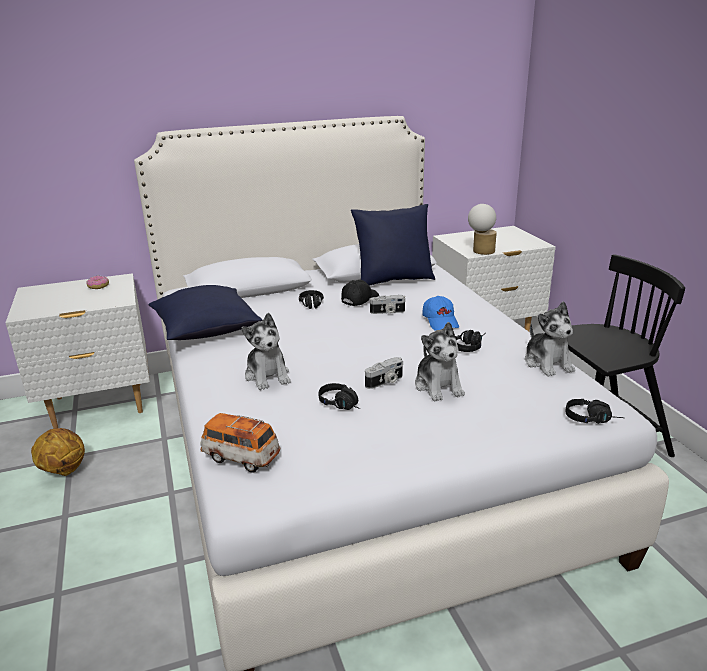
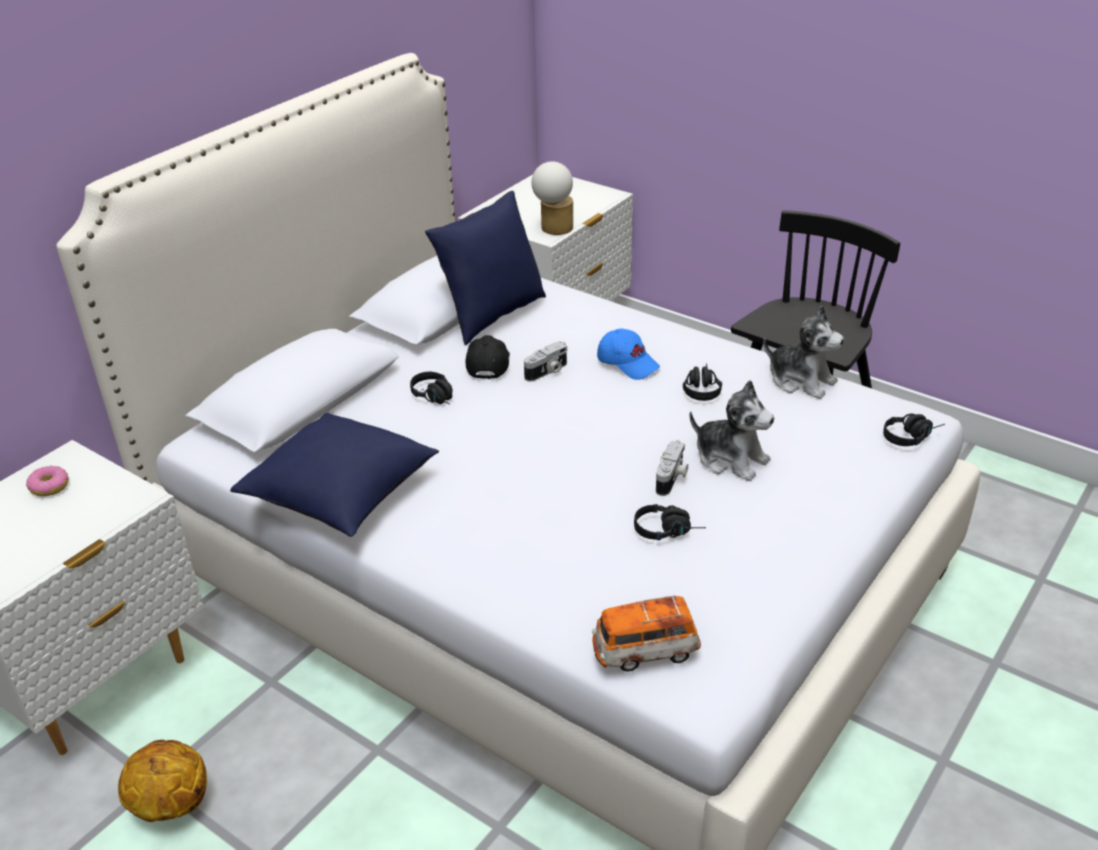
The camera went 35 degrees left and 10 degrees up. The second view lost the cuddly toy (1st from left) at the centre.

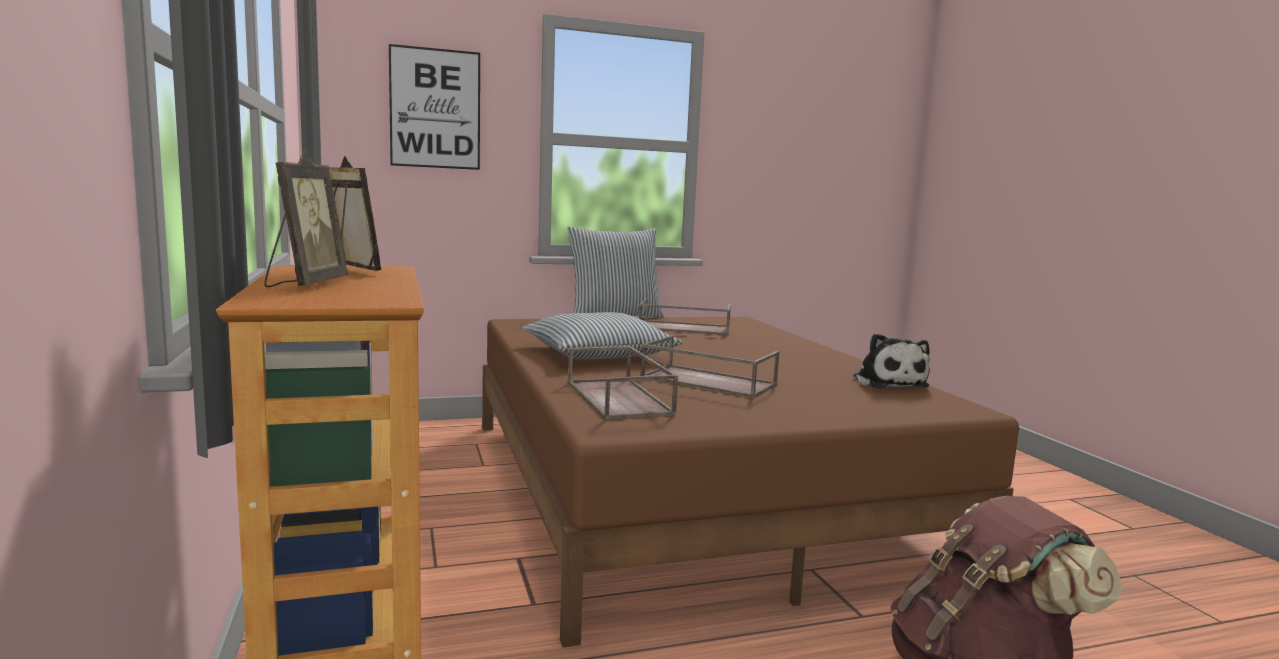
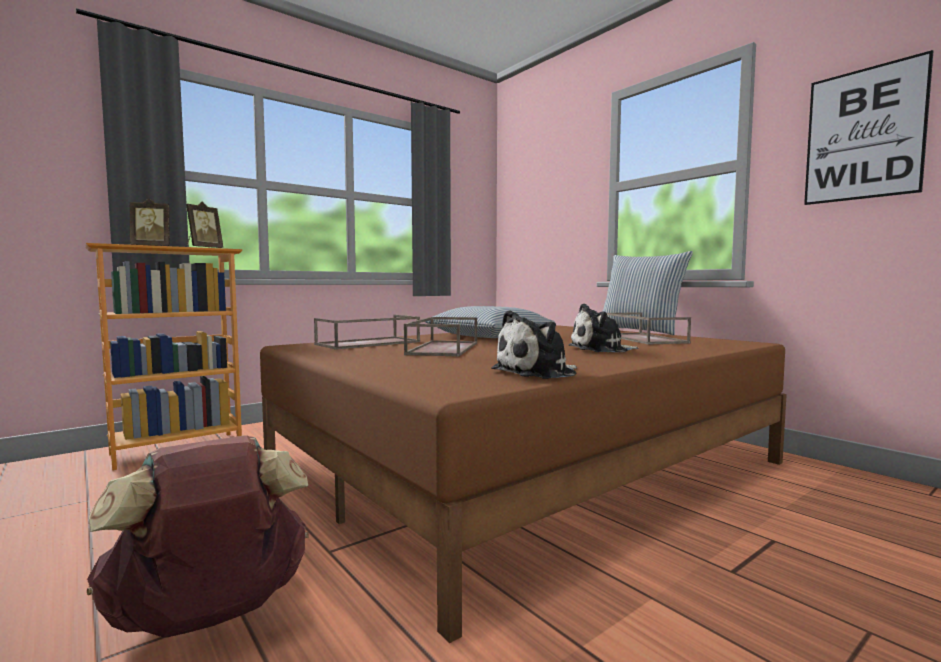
The camera went 70 degrees right and 5 degrees down. The picture ended up elsewhere, having gone from the top centre to the top right. The second view gained the cuddly toy (2nd from left) at the centre.

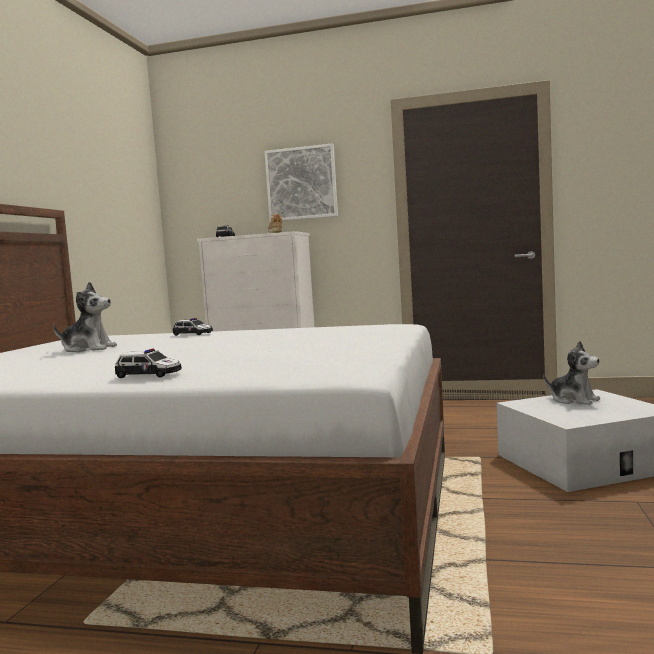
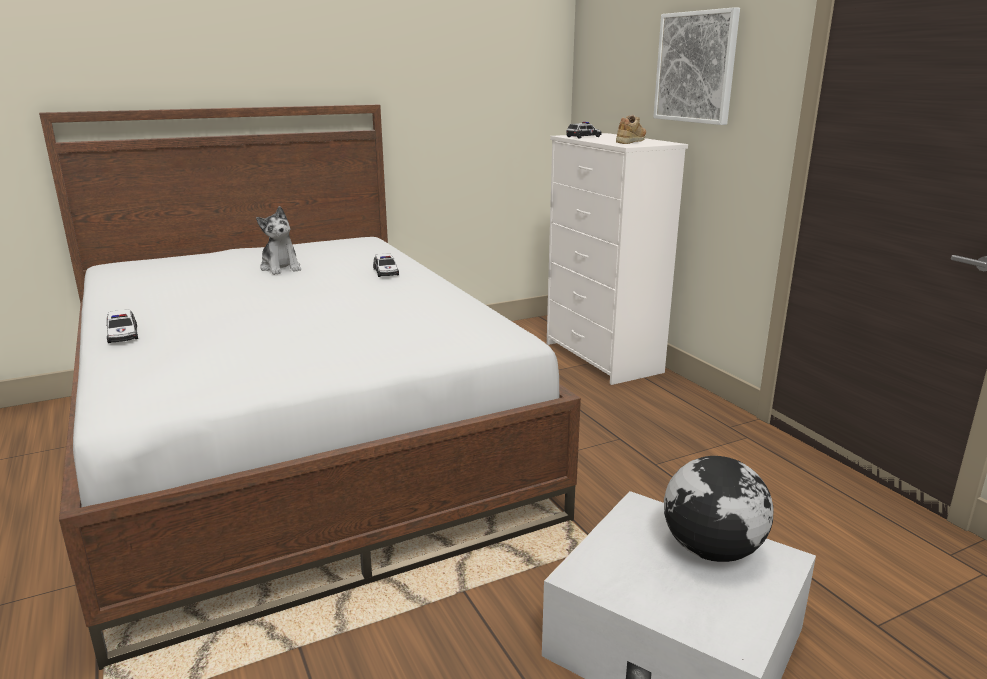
The camera went 50 degrees right and 15 degrees up. Where the cuddly toy (2nd from left) stood at the middle right, the desk globe came to stand at the bottom right.

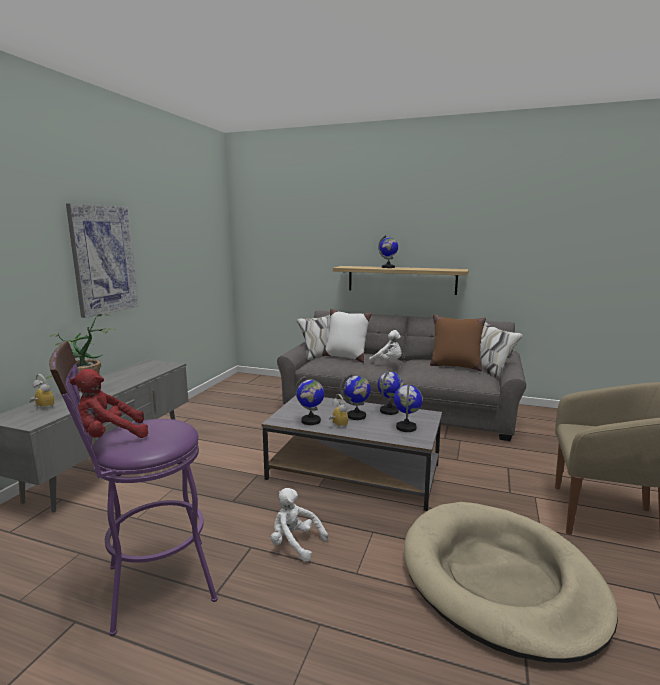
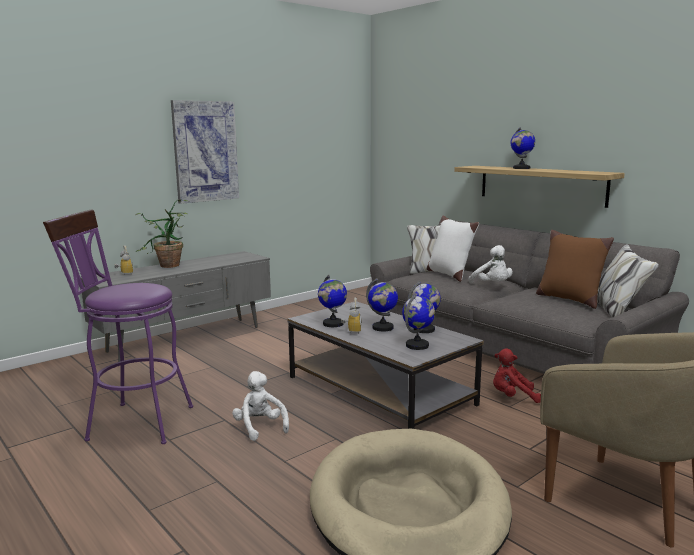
The camera went 30 degrees right and 0 degrees up. The cuddly toy/red ended up elsewhere, having gone from the middle left to the bottom right.

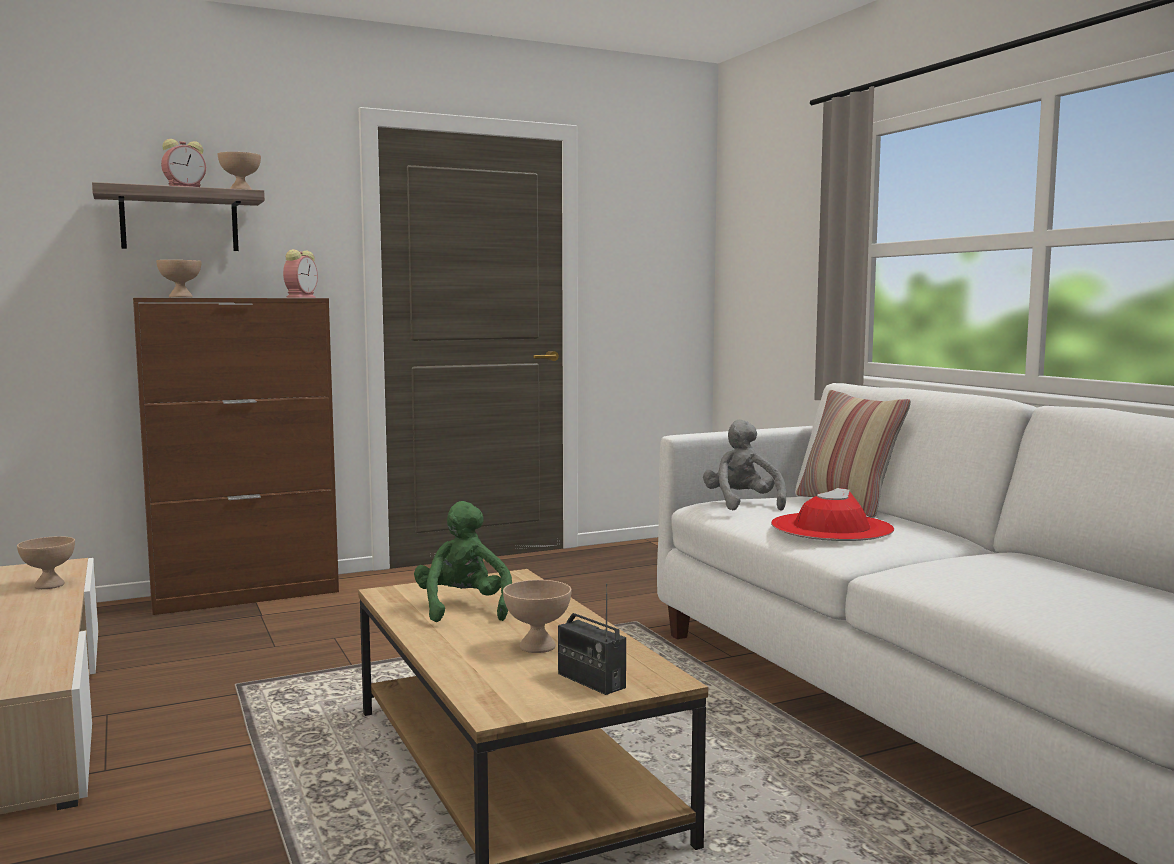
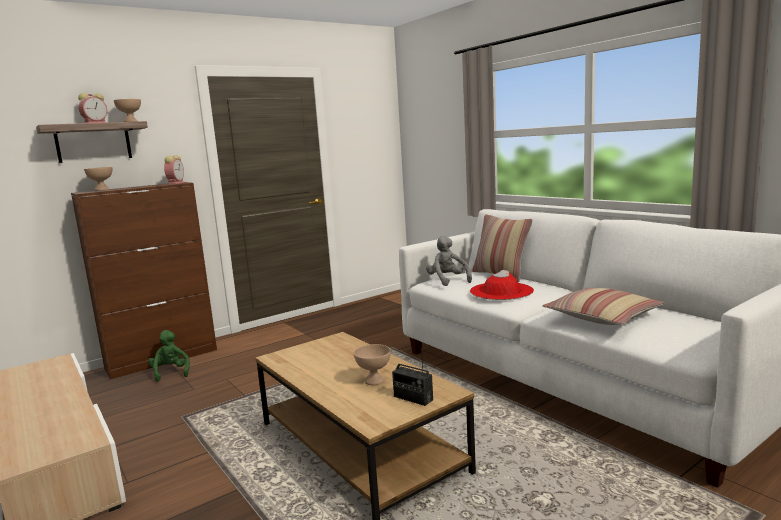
The camera went 10 degrees left and 5 degrees up. The second view lost the serving bowl/sand-coloured (1st from left) at the middle left. The cuddly toy/greenish ended up elsewhere, having gone from the centre to the bottom left. The second view gained the throw pillow (2nd from left) at the middle right.

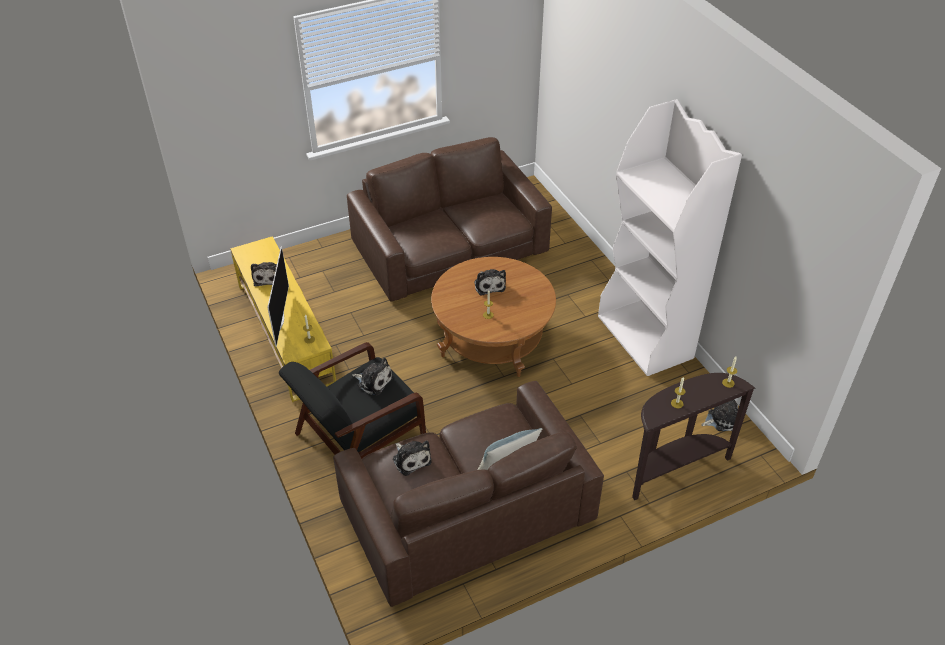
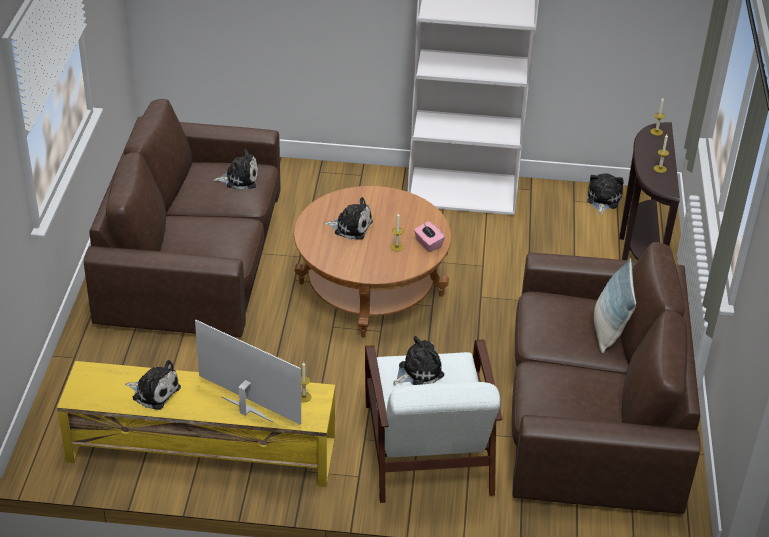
The camera went 60 degrees left and 5 degrees down. What was the armchair/black at the centre turned into the armchair/whitish at the bottom centre. The cuddly toy (3rd from left in the first image) ended up elsewhere, having gone from the bottom centre to the top left. The second view gained the box of tissues/pink at the centre.

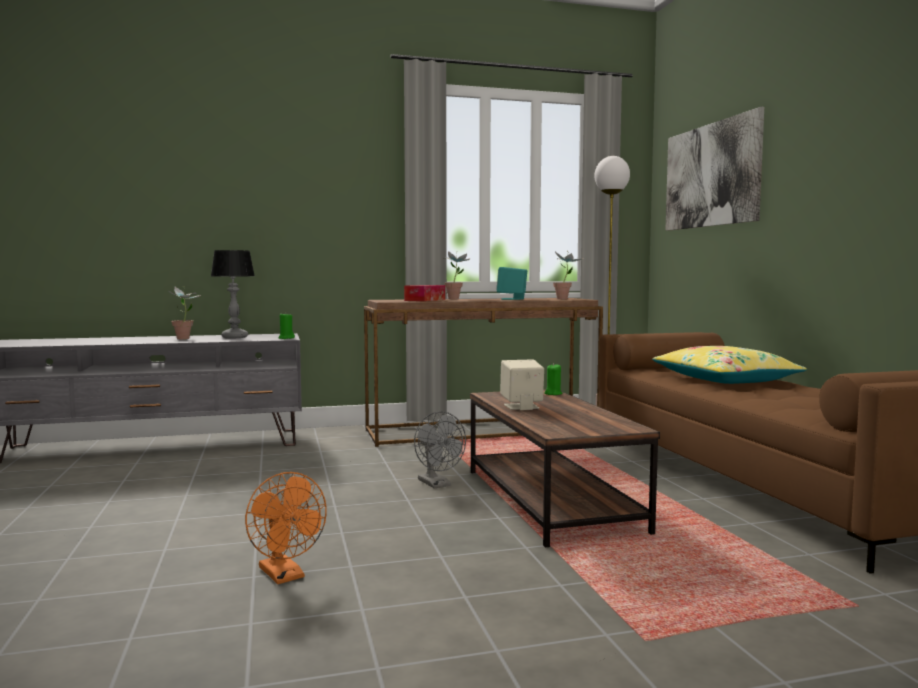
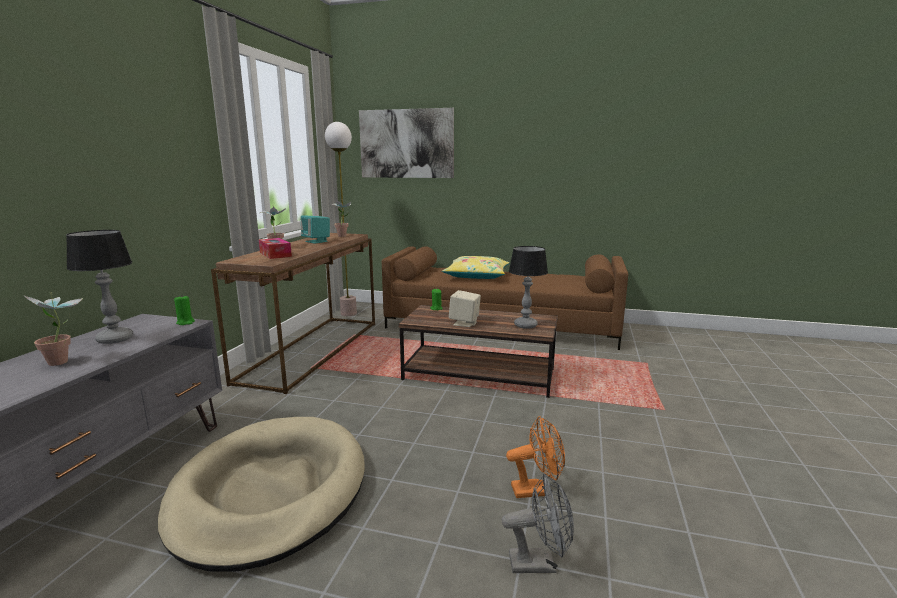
The camera went 60 degrees left and 10 degrees up. The electric fan/gray ended up elsewhere, having gone from the centre to the bottom centre. The second view gained the dog cushion/sand-coloured at the bottom left. The second view gained the table lamp (2nd from left) at the centre.

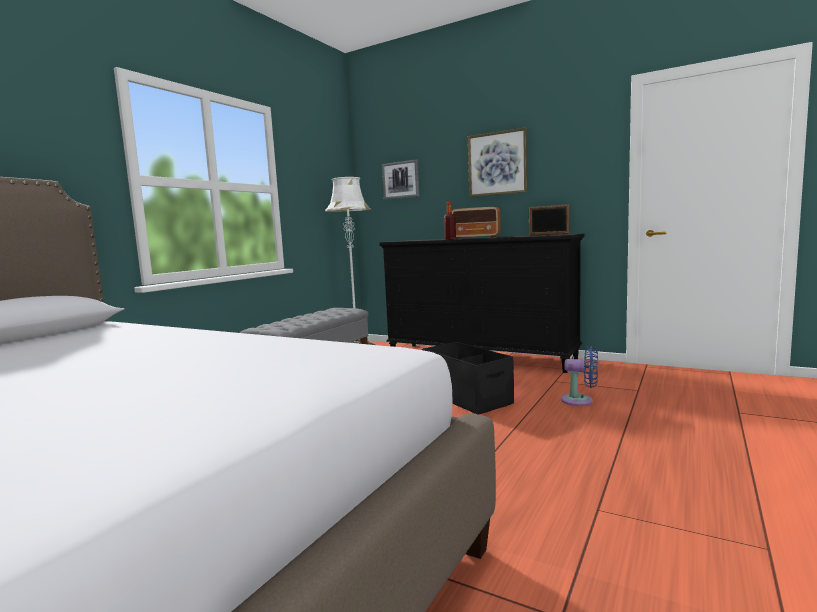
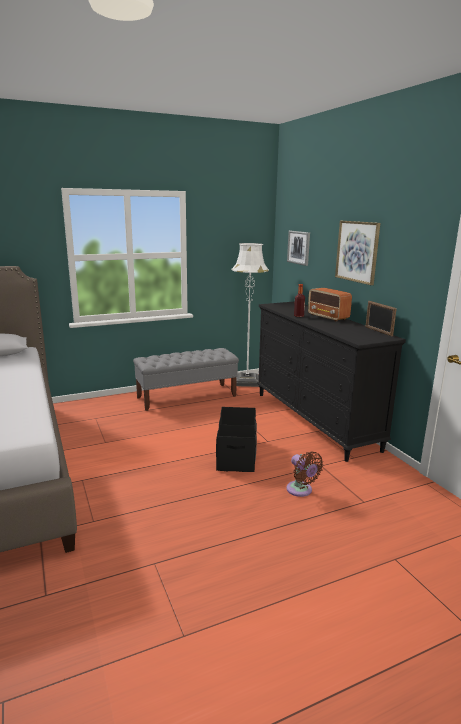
The camera went 35 degrees right and 10 degrees up. What was the electric fan/blue at the middle right turned into the electric fan/brown-coloured at the centre.

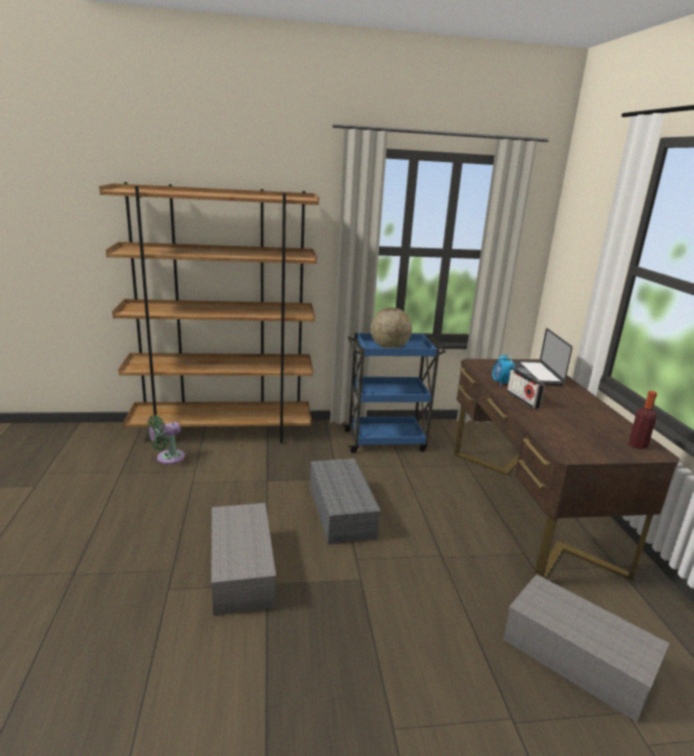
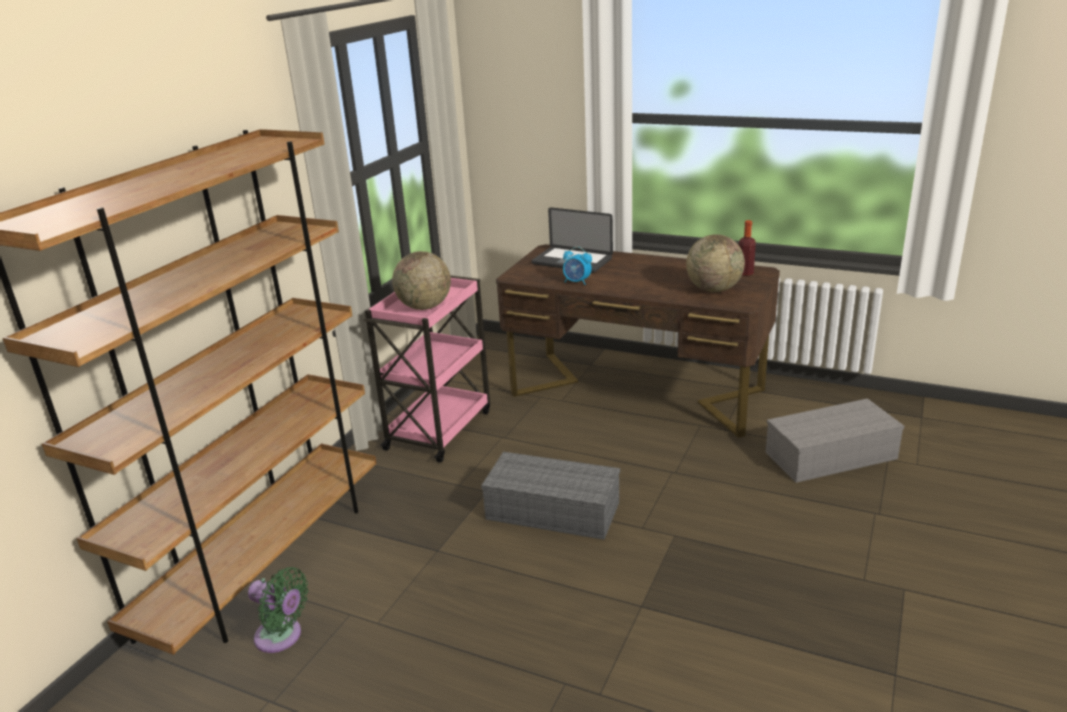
The camera went 55 degrees left and 5 degrees up. The electric fan/greenish at the middle left ended up facing another way, 60 degrees counterclockwise from before. The second view lost the storage bin/gray (1st from left) at the bottom centre. What was the wheeled cart/blue at the centre turned into the wheeled cart/pink at the centre. The second view lost the radio at the middle right. The second view gained the desk globe (2nd from left) at the middle right.

